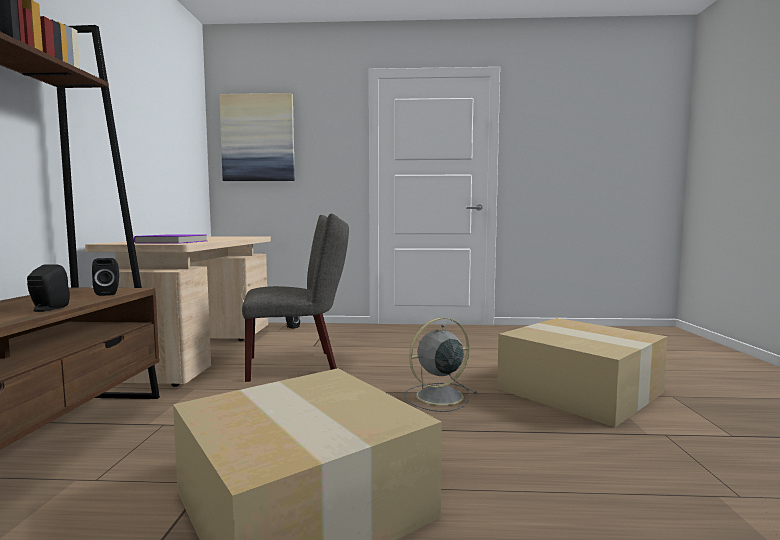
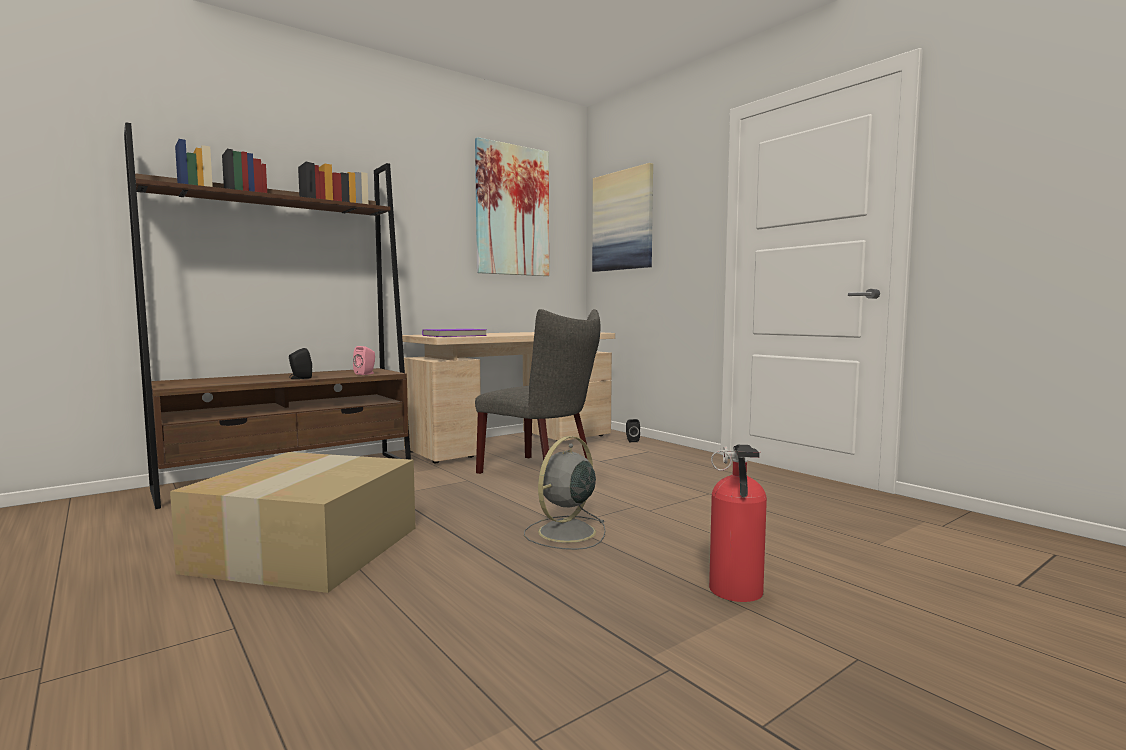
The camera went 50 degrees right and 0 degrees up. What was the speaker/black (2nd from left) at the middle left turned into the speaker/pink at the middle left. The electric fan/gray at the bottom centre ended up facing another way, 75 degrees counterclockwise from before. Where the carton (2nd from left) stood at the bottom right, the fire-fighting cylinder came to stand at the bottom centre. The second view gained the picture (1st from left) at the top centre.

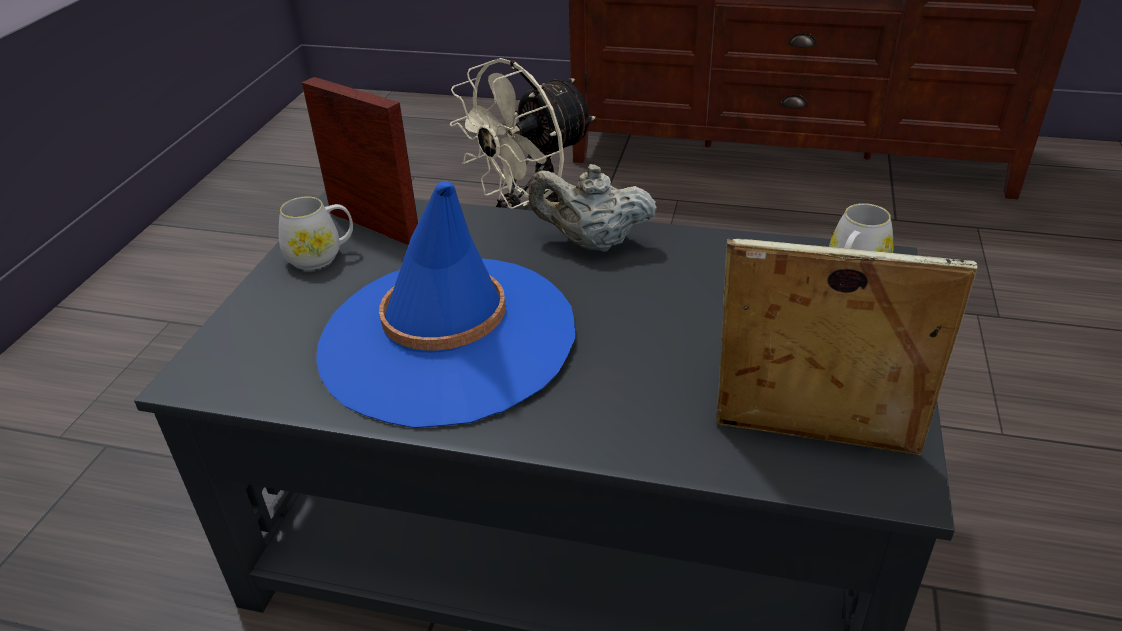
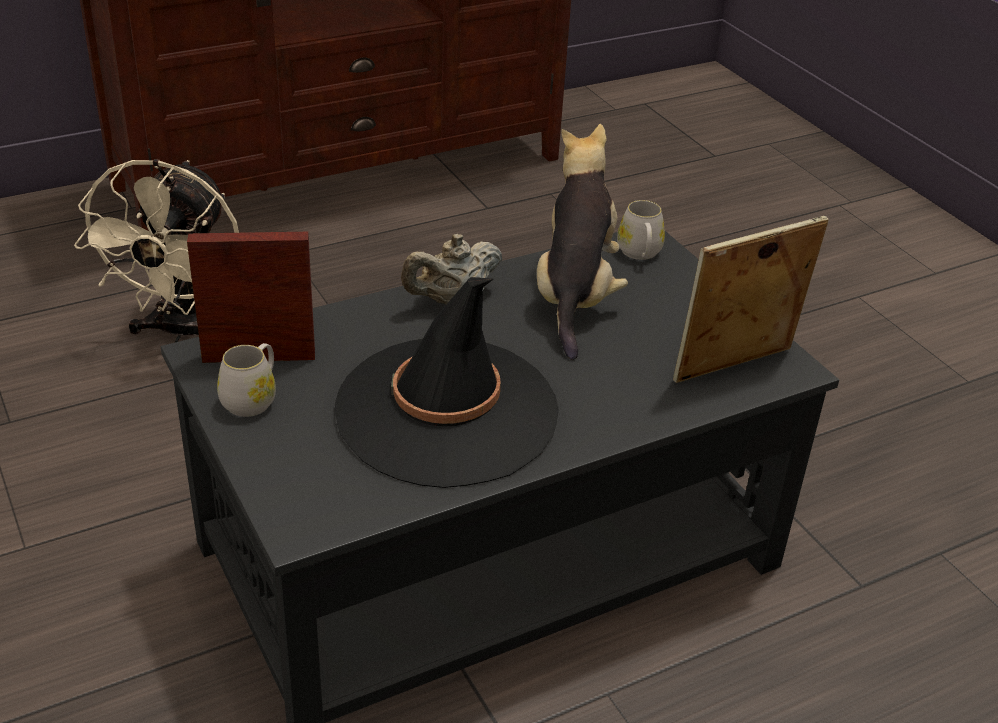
The camera went 45 degrees left and 0 degrees up. What was the clothing hat/blue at the centre turned into the clothing hat/black at the centre. The second view gained the cuddly toy at the centre.

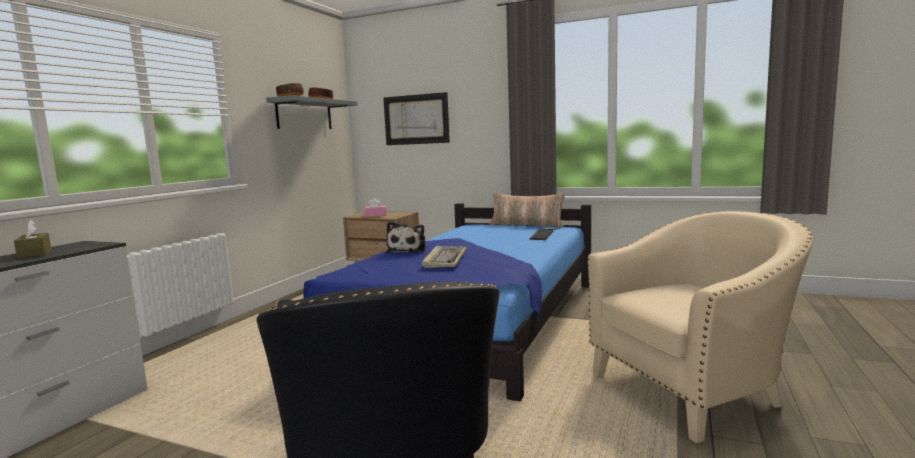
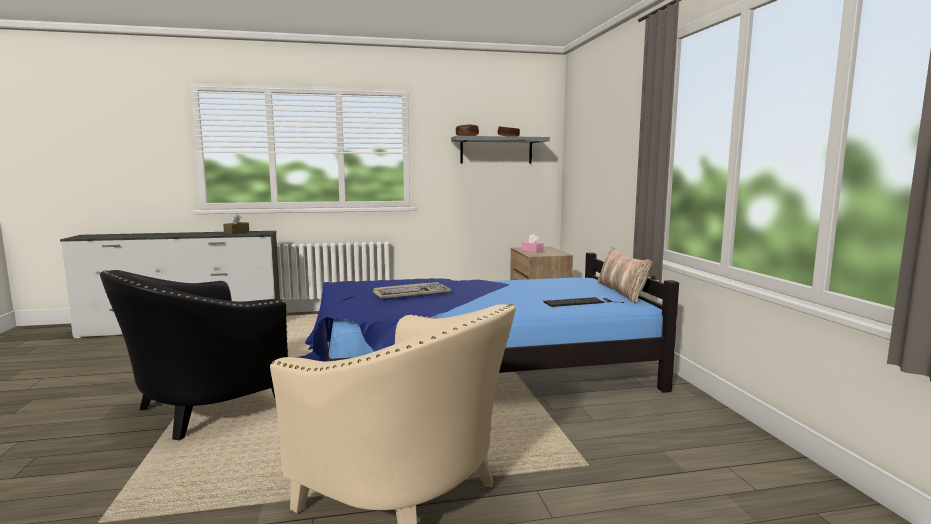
The camera went 55 degrees right and 0 degrees up. The second view lost the picture at the top centre. The second view lost the cuddly toy at the centre.

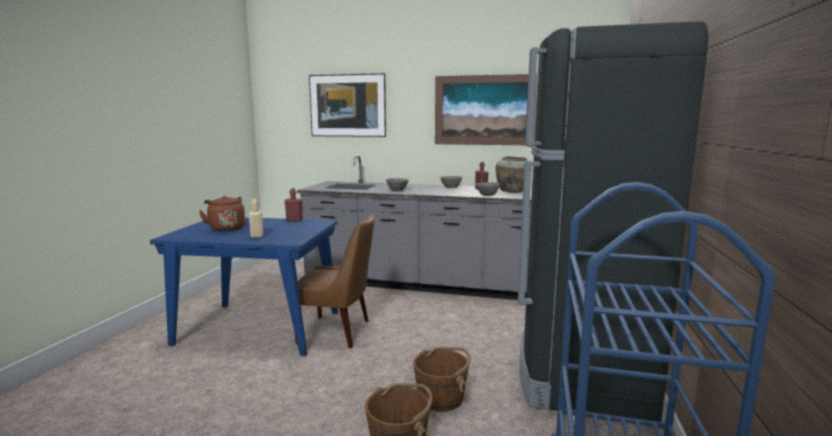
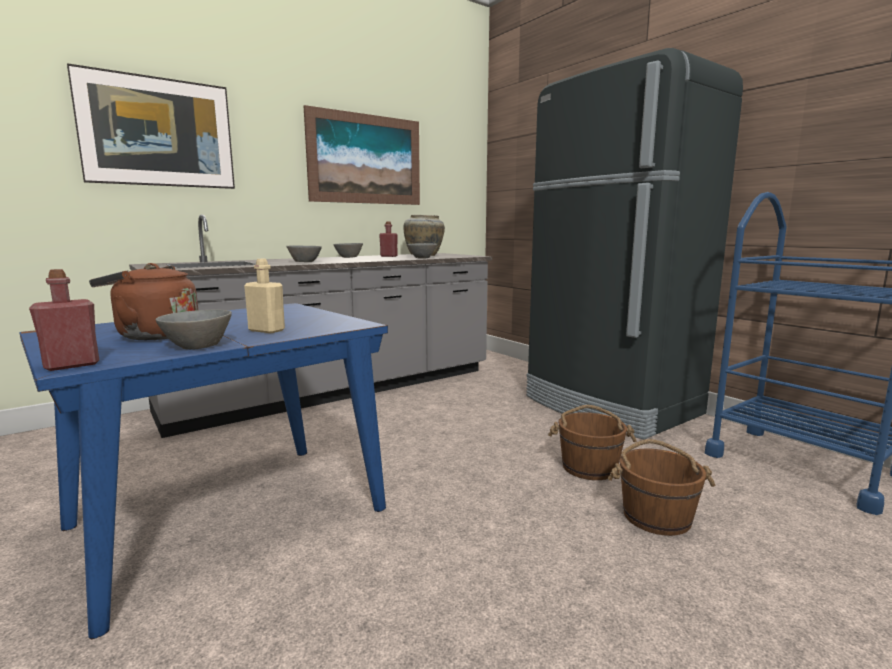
The camera went 50 degrees left and 0 degrees up. The drink bottle/red (1st from left) ended up elsewhere, having gone from the centre to the middle left. The second view lost the chair/brown-coloured at the centre. The second view gained the serving bowl/gray (1st from left) at the middle left.

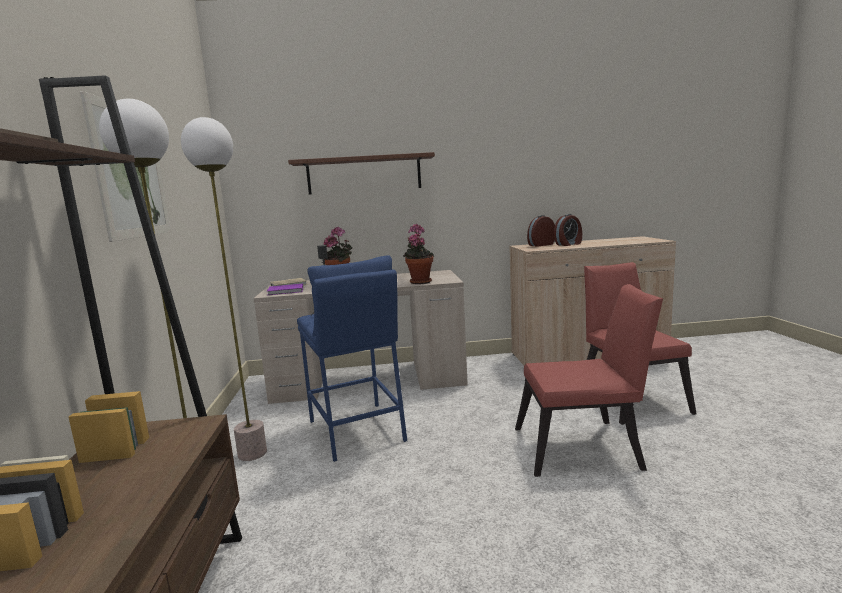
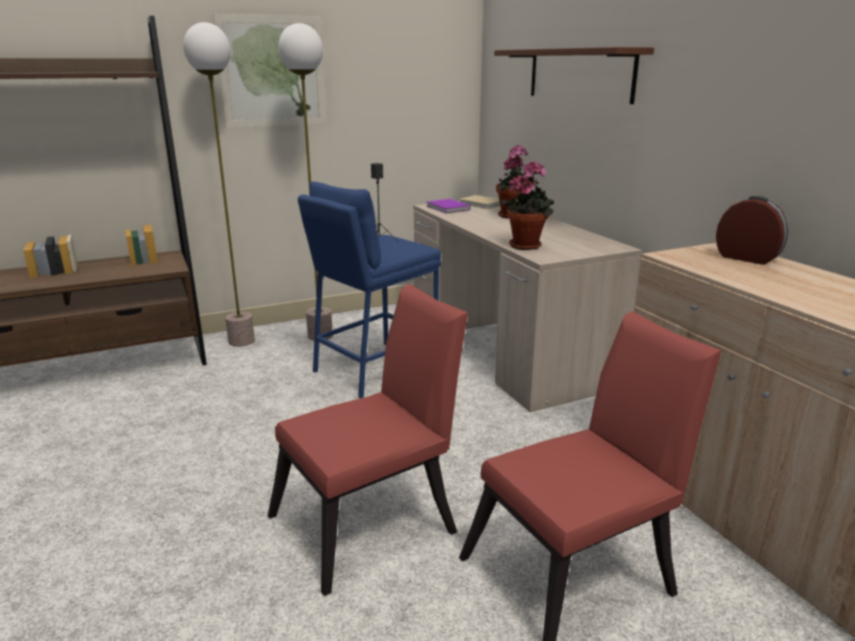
The camera went 70 degrees right and 10 degrees up. The chair/red (1st from left) at the middle right ended up facing another way, 105 degrees counterclockwise from before. The second view lost the bedside clock (2nd from left) at the middle right.

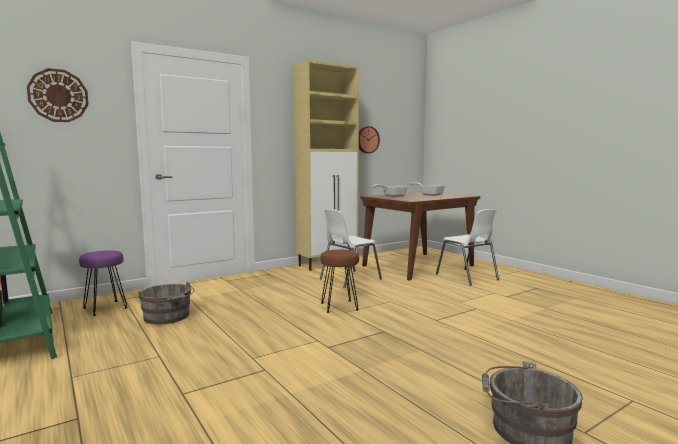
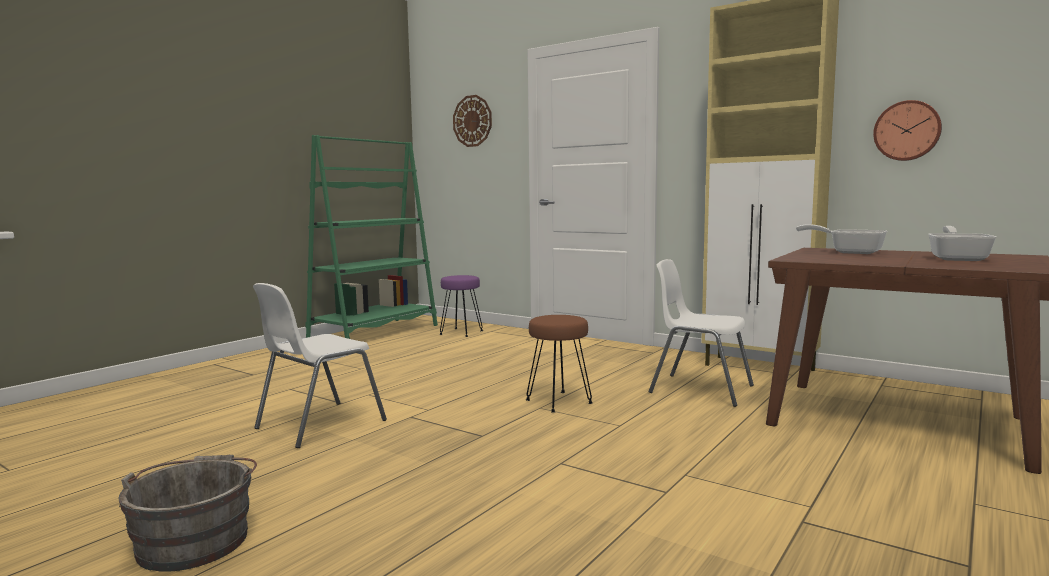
The camera went 70 degrees right and 0 degrees up. The second view lost the water bucket/gray (1st from left) at the bottom left. The chair/whitish (2nd from left in the first image) ended up elsewhere, having gone from the middle right to the middle left.

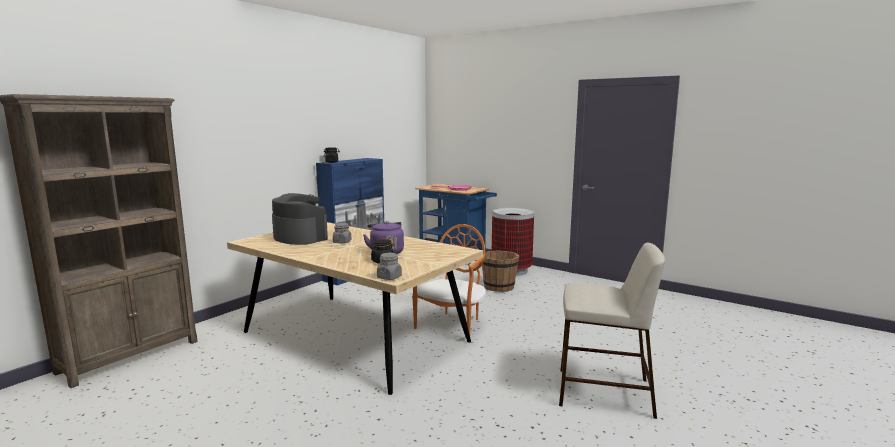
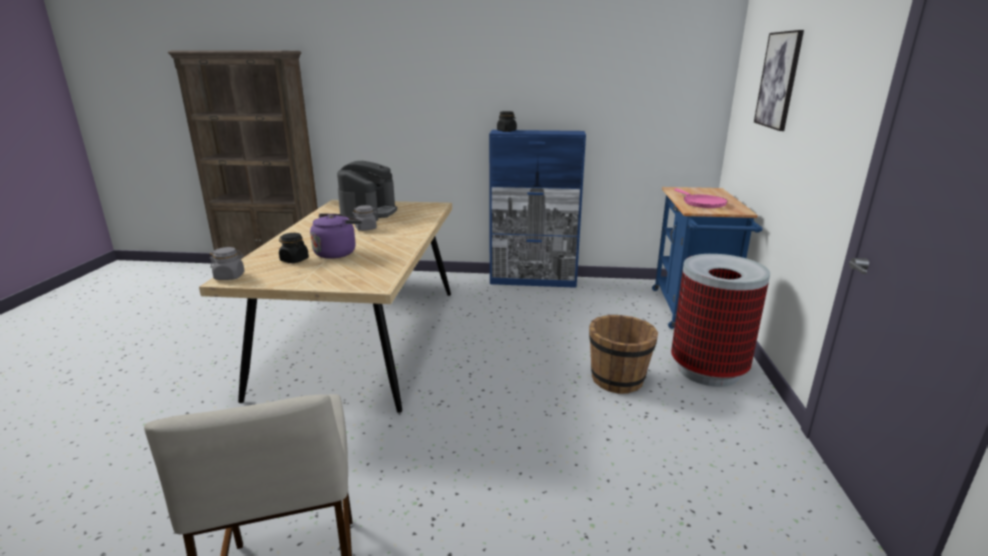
The camera went 60 degrees right and 10 degrees up. The second view lost the chair/orange-coloured at the centre. The second view gained the picture at the top right.

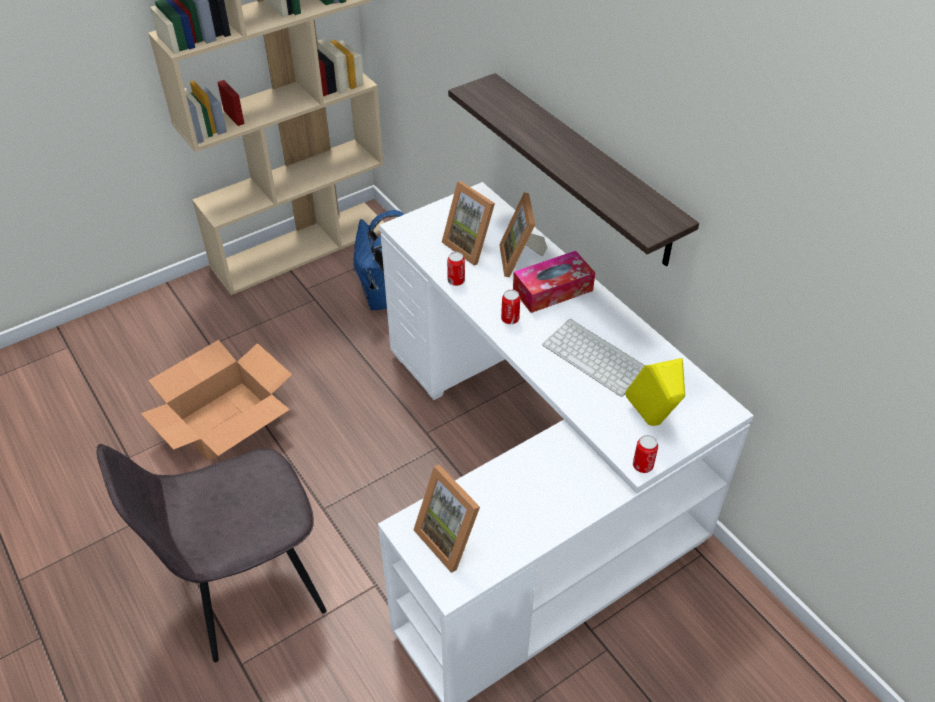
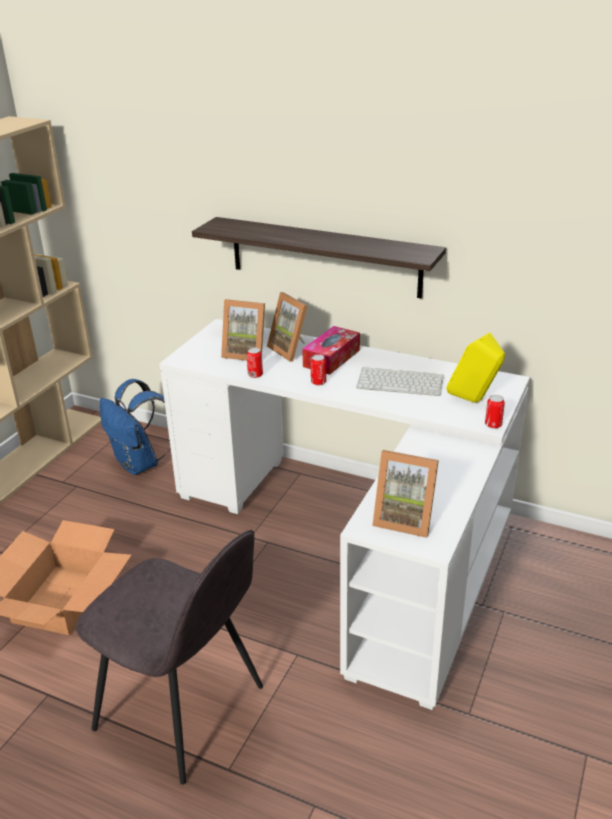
The camera went 30 degrees left and 15 degrees down. The chair/gray at the bottom left ended up facing another way, 90 degrees counterclockwise from before.

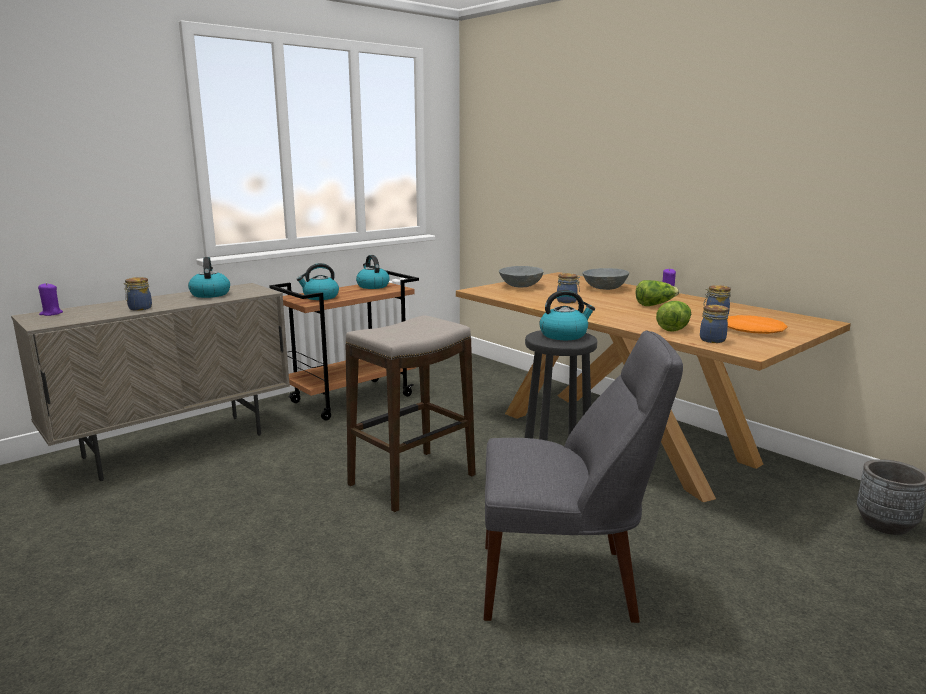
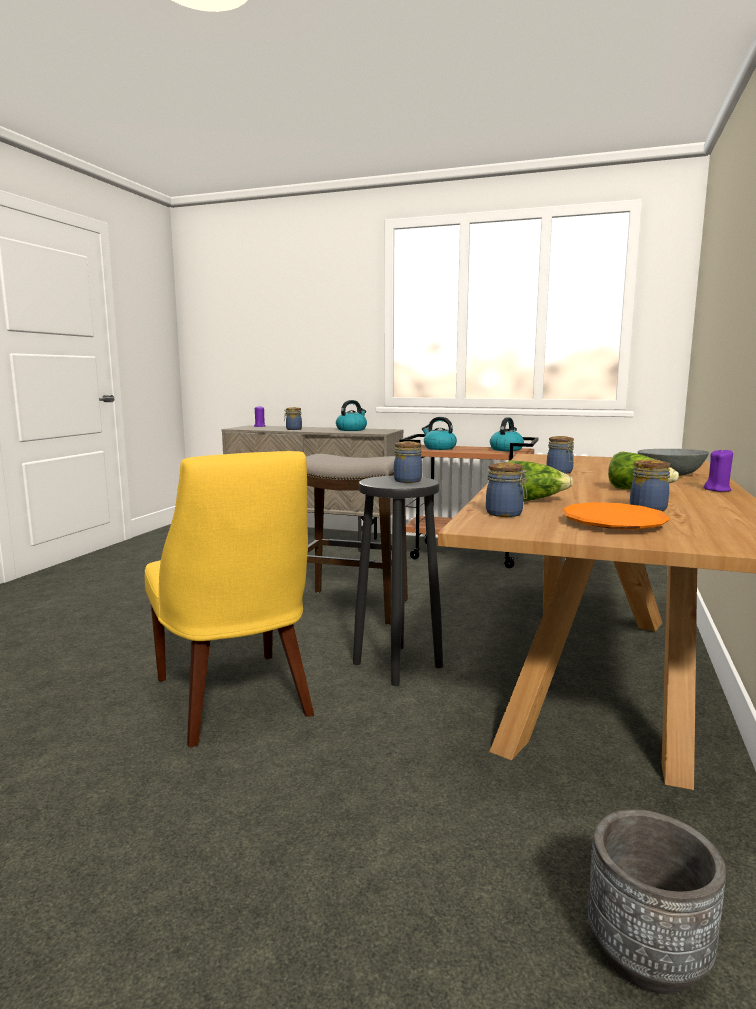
The camera went 60 degrees right and 5 degrees down. What was the chair/gray at the bottom centre turned into the chair/yellow-coloured at the middle left. The second view lost the serving bowl/gray (1st from left) at the centre. Where the water kettle (4th from left) stood at the centre, the storage jar (2nd from left) came to stand at the centre.

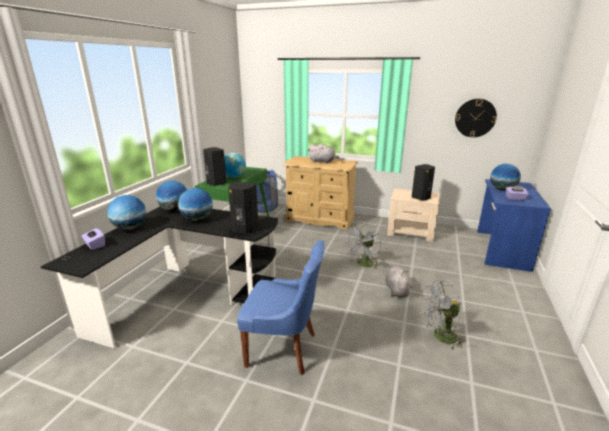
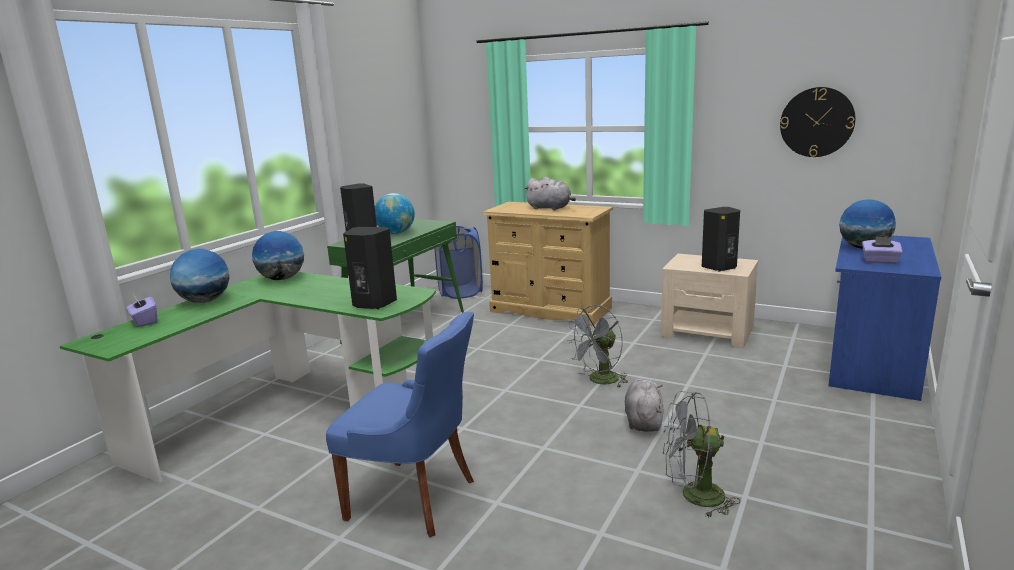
The camera went 10 degrees right and 5 degrees down. What was the desk/black at the middle left turned into the desk/greenish at the middle left. The second view lost the desk globe (3rd from left) at the middle left.

